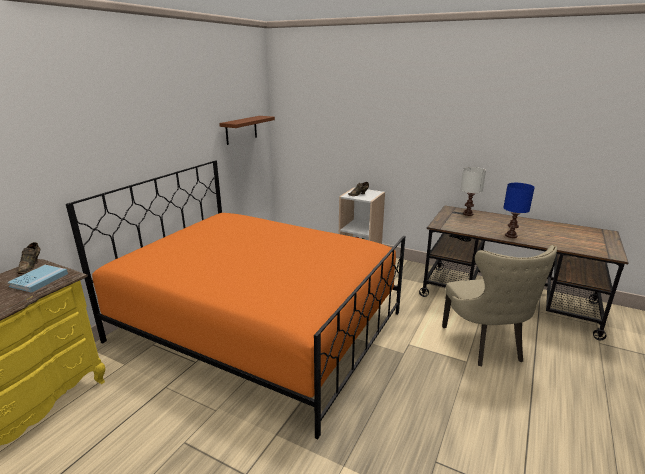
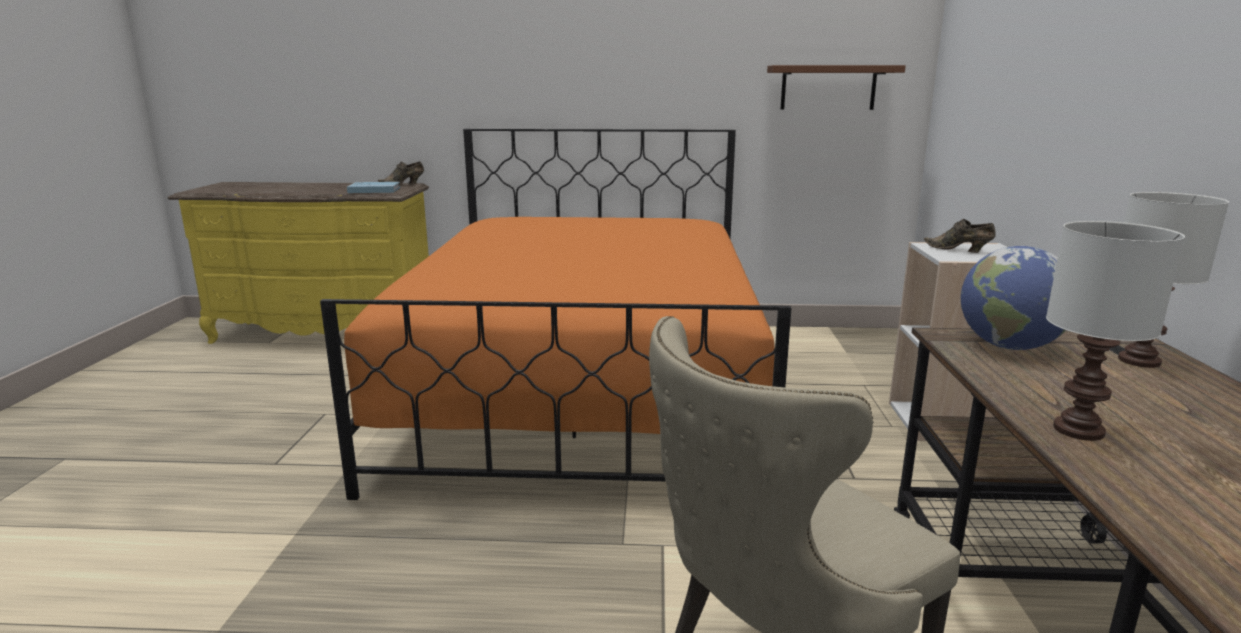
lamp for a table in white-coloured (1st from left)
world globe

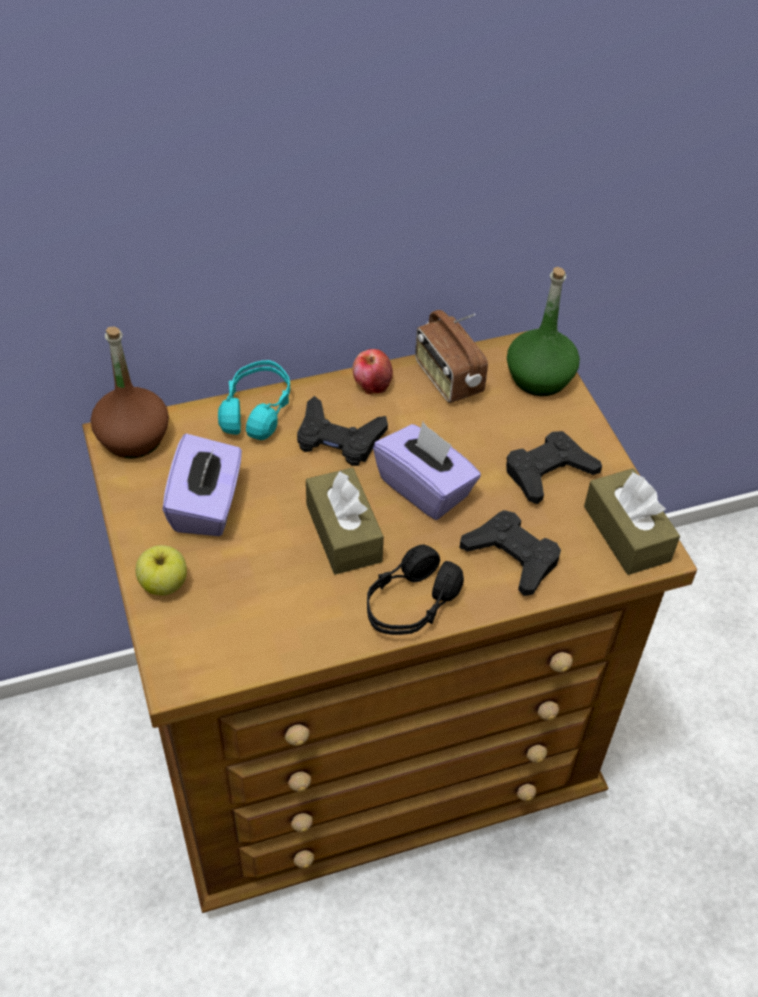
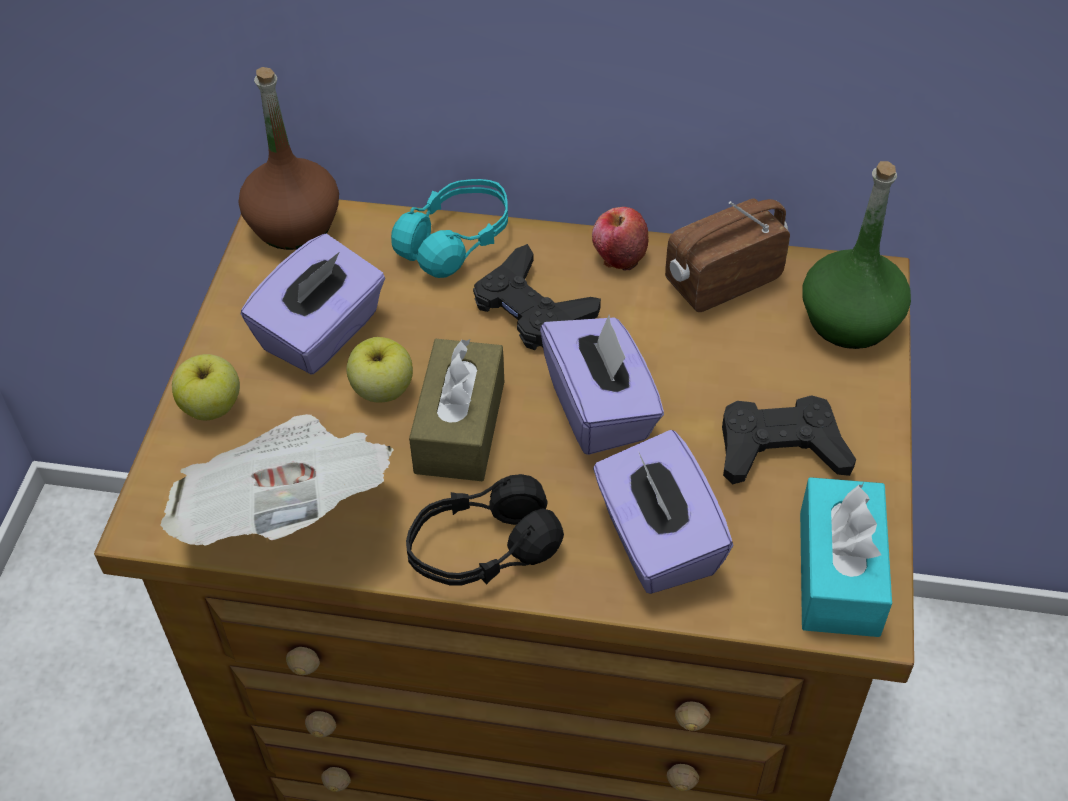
radio receiver
tissue box in purple (3rd from left)
tissue box in blue-green
newspaper
apple fruit (2nd from left)

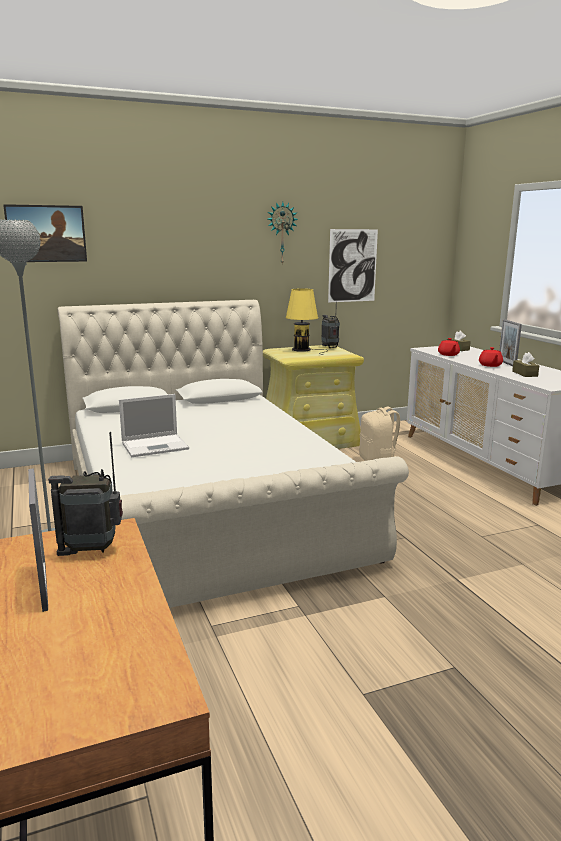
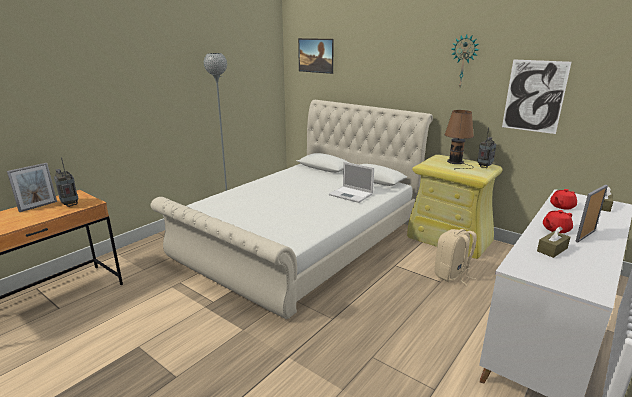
notebook computer
lamp for a table in brown-coloured

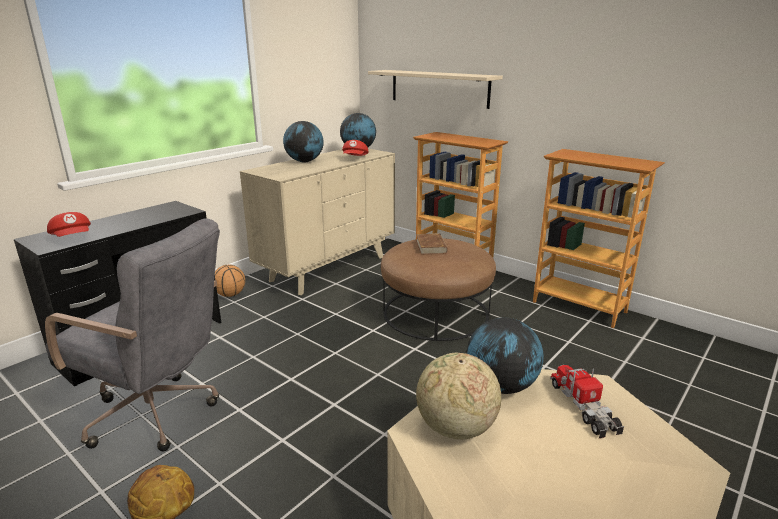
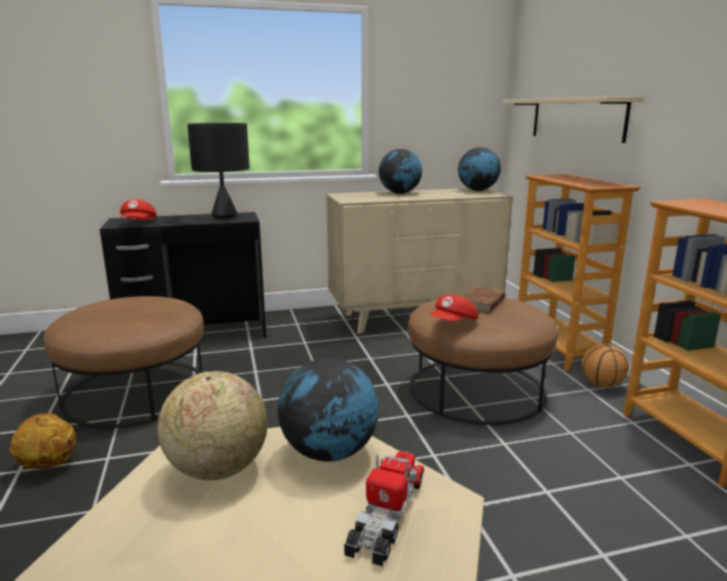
pouffe in brown-coloured (1st from left)
ball for basketball (2nd from left)
cap in red-coloured (2nd from left)
lamp for a table in blackish

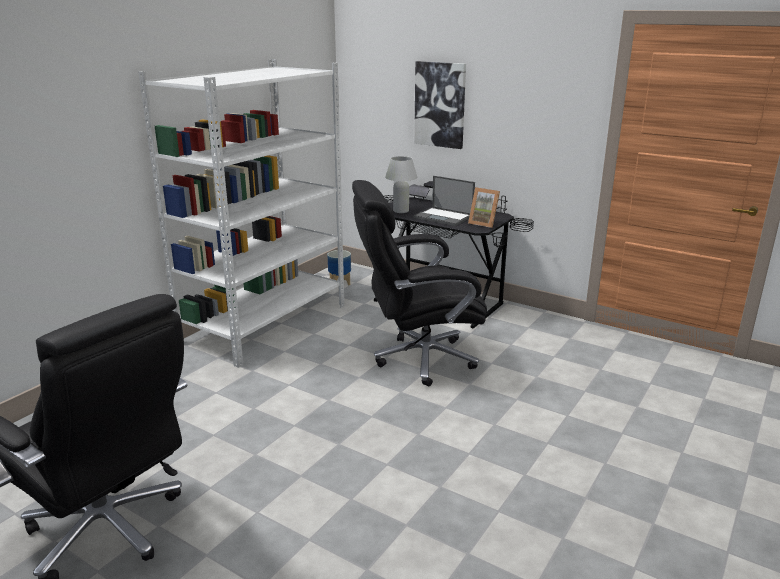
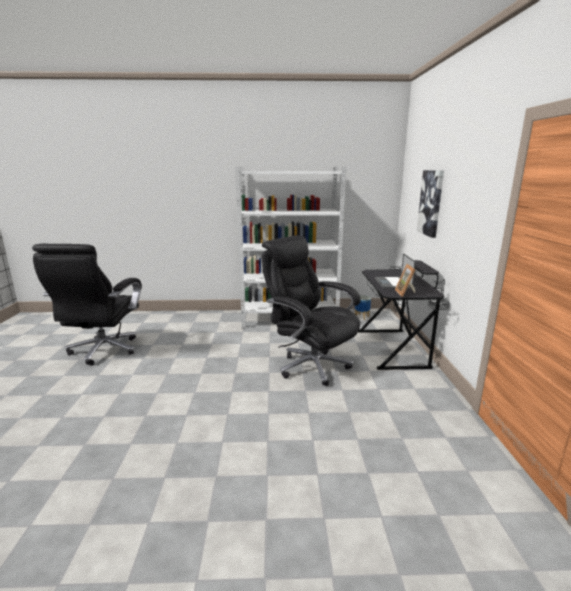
lamp for a table in white-coloured

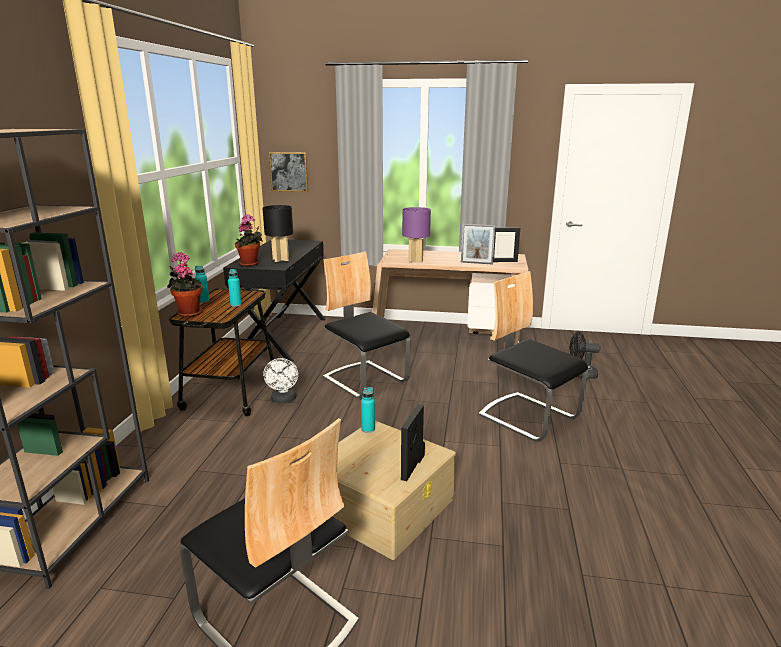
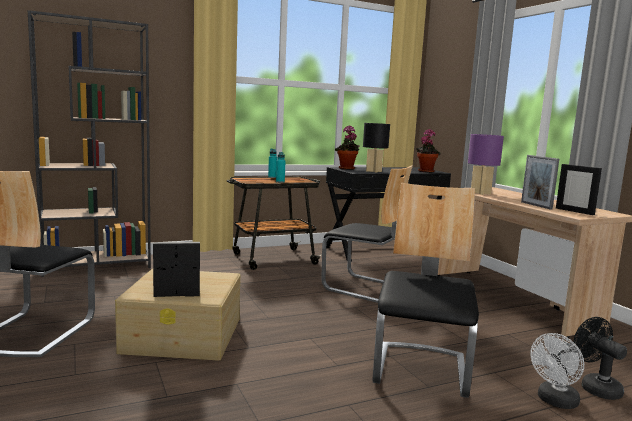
houseplant (2nd from left)
cooling fan in white-coloured
wall art
upright chair (2nd from left)
drink bottle in blue-green (3rd from left in the first image)

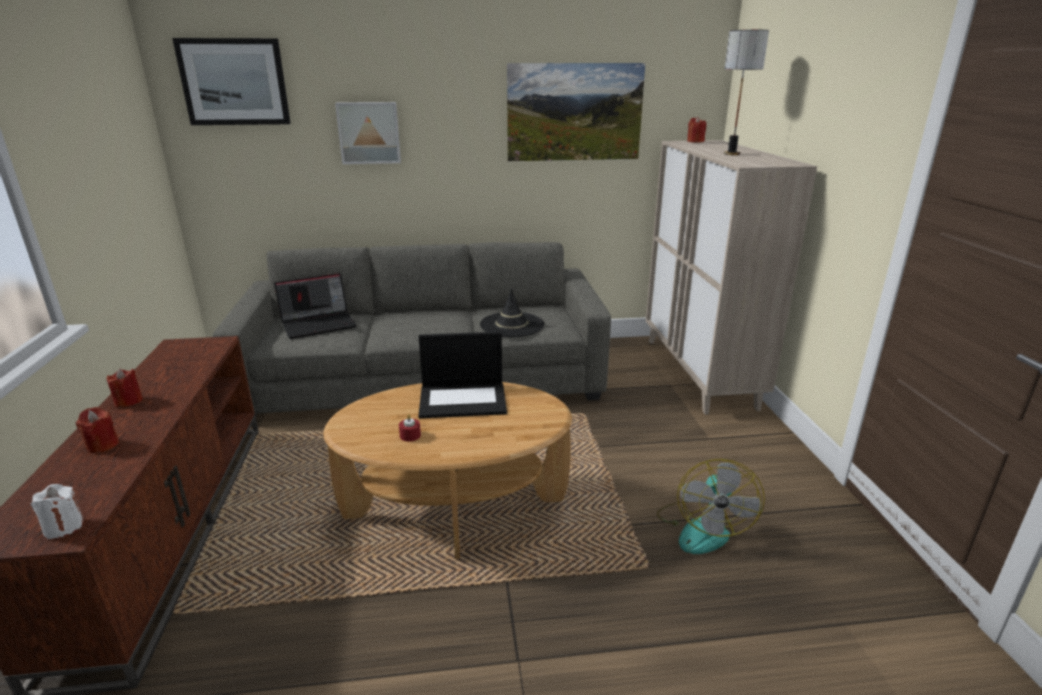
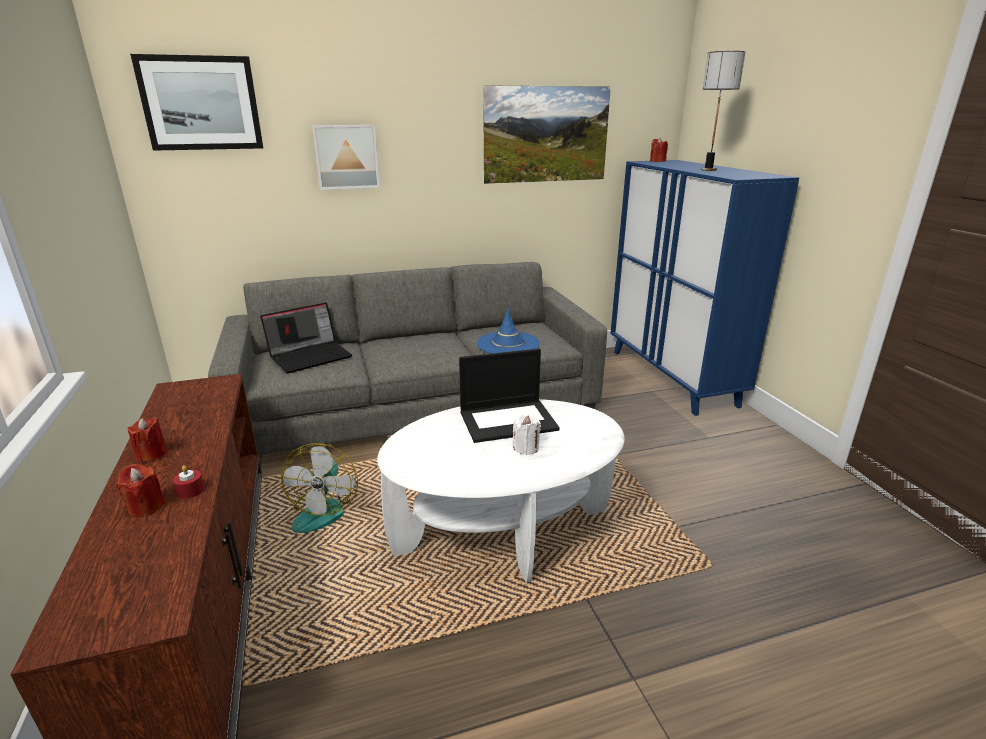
candle in white-coloured
coffee table in white-coloured
candle in red-coloured (3rd from left)
wearable hat in bluish
cabinet in bluish
cooling fan

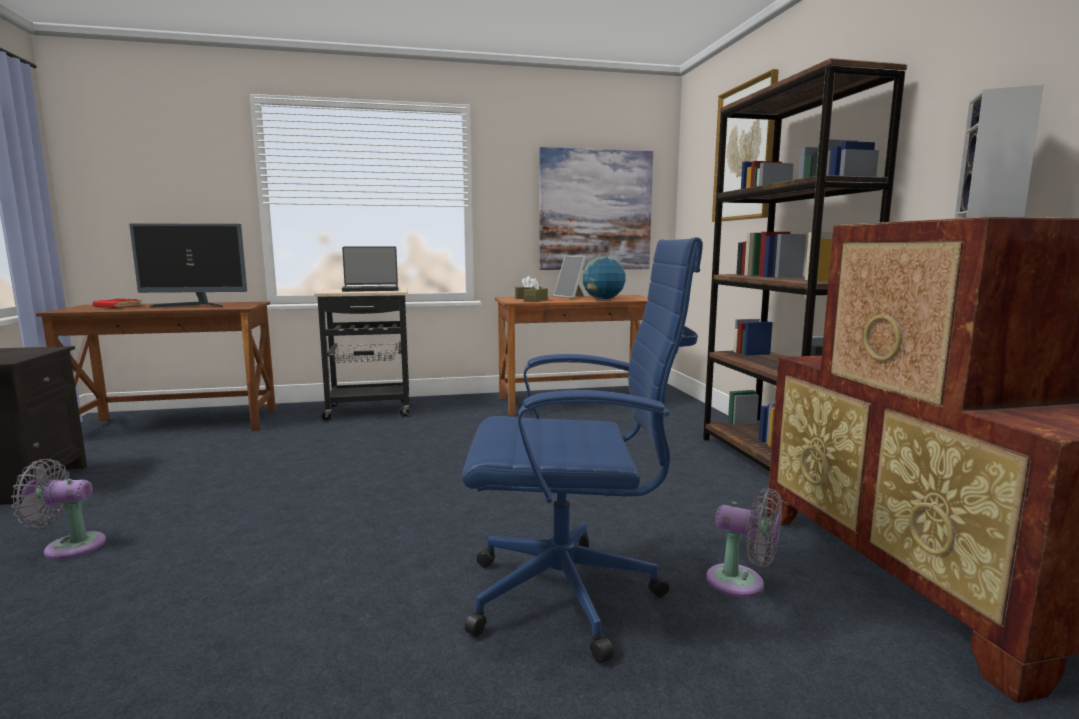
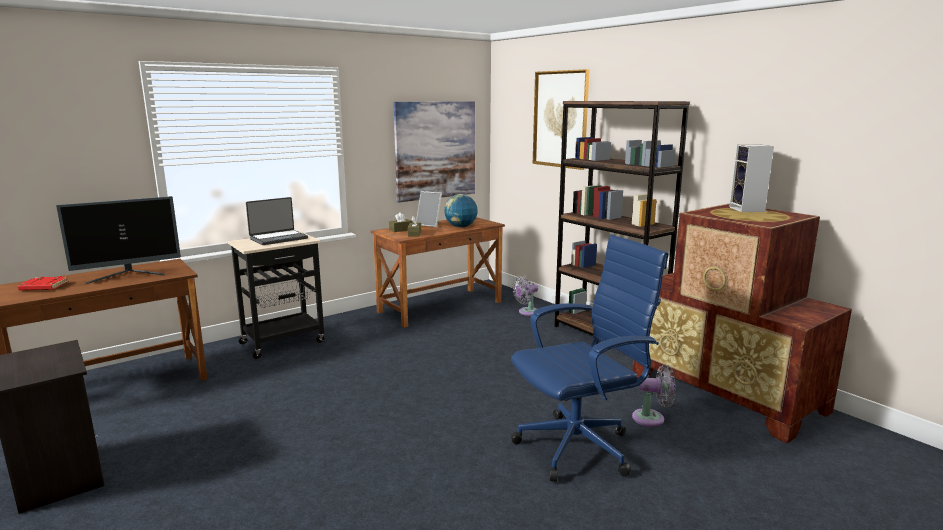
cooling fan in greyish (1st from left)

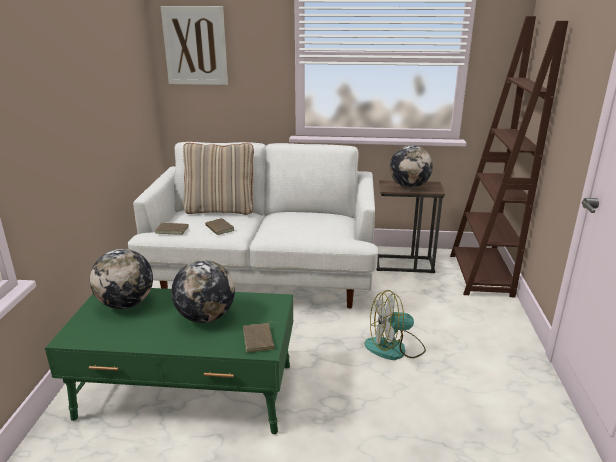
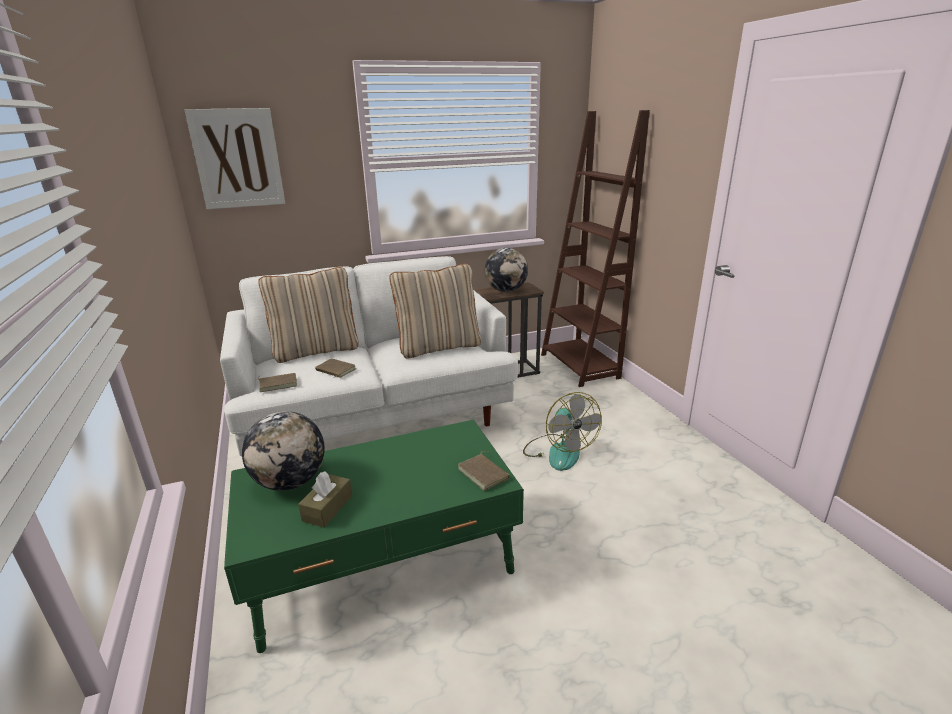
world globe (2nd from left in the first image)
cooling fan
tissue box in brown-coloured
pillow in sand-coloured (2nd from left)

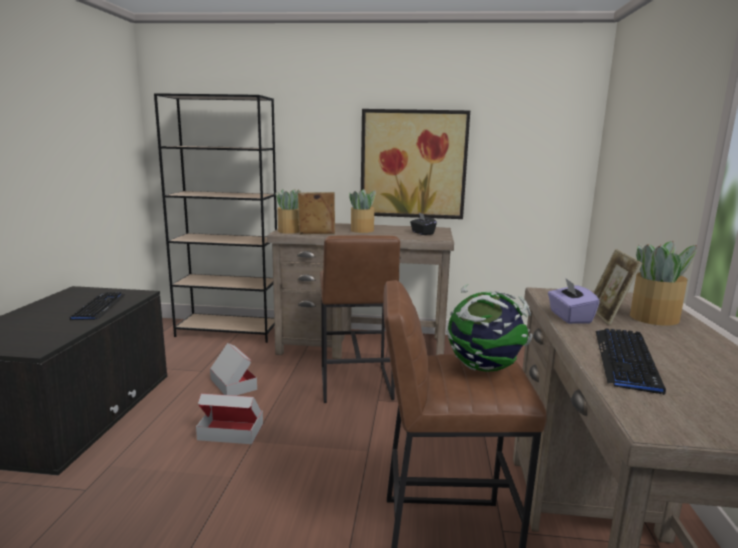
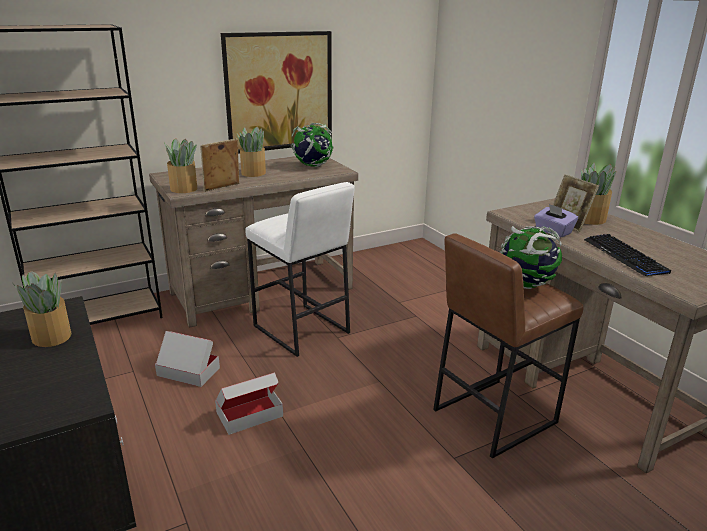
houseplant (1st from left)
sitting stool in white-coloured
world globe (1st from left)

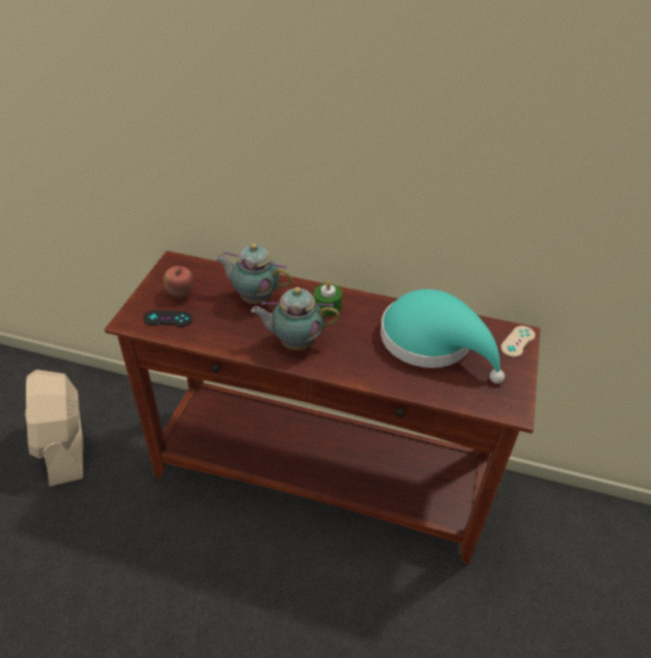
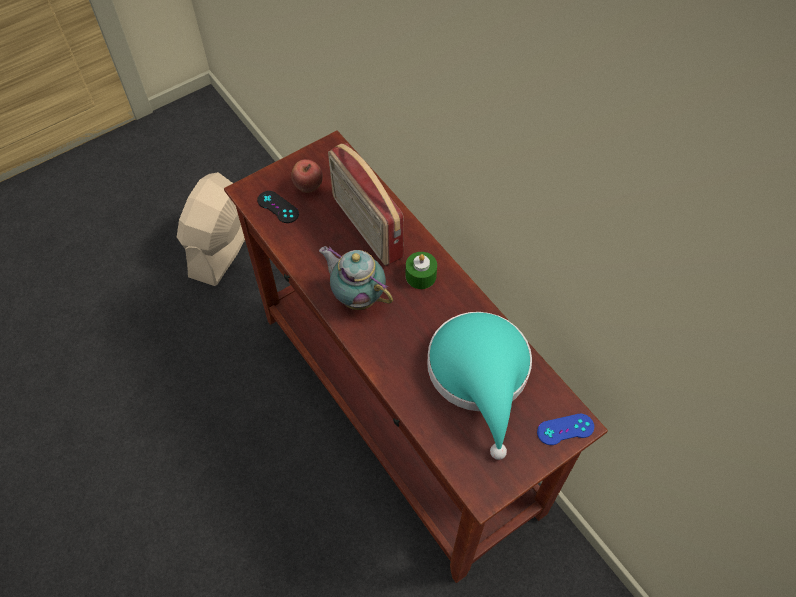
radio receiver
gamepad in bluish

